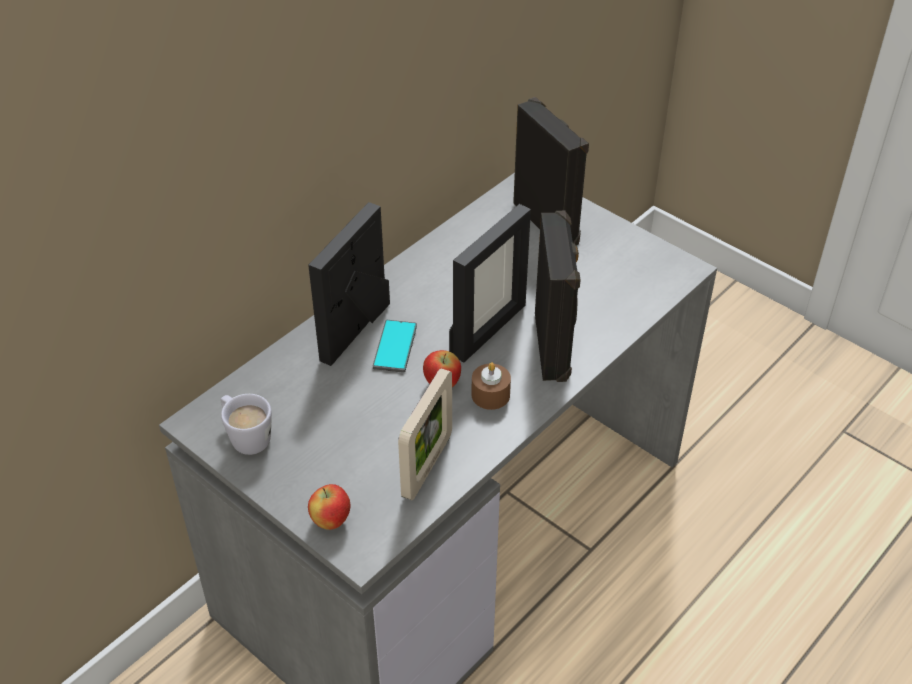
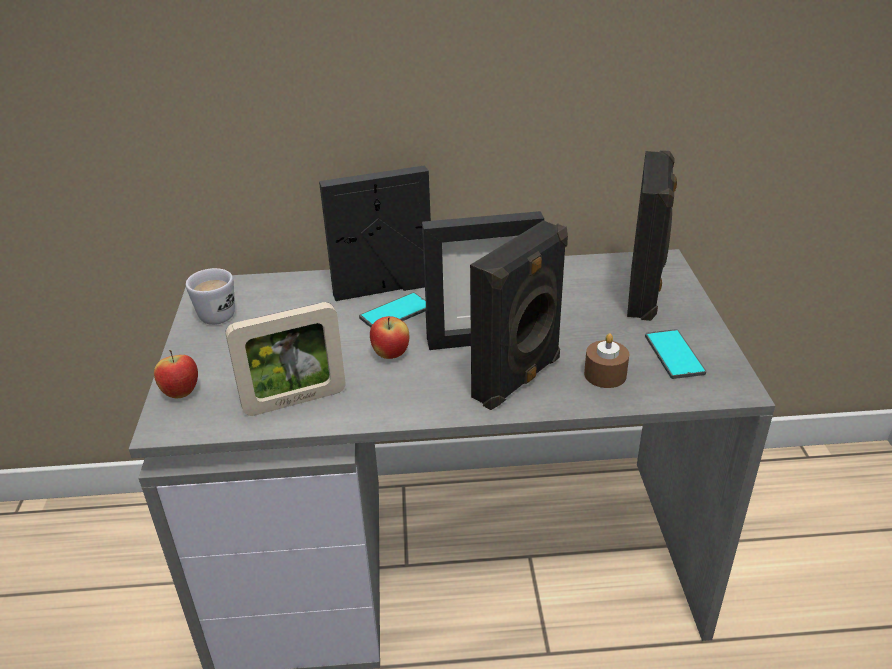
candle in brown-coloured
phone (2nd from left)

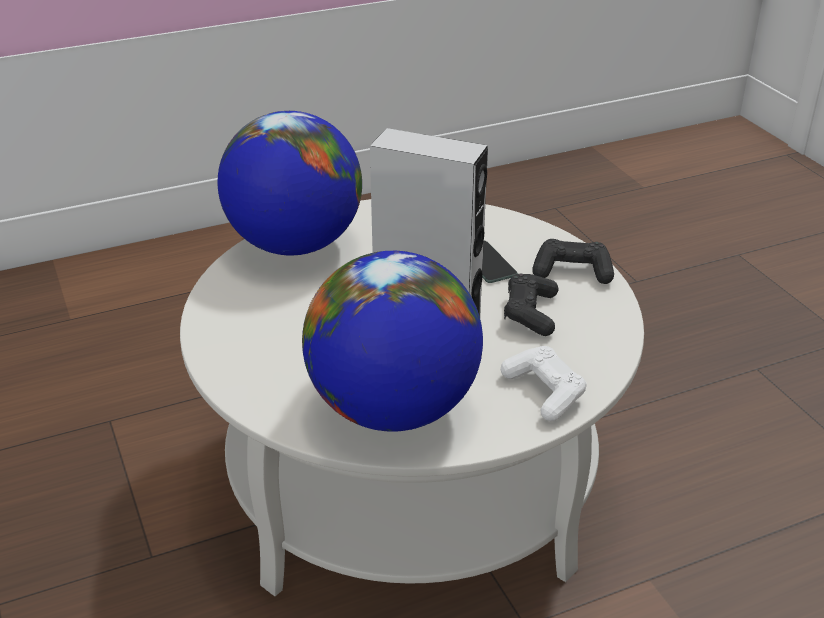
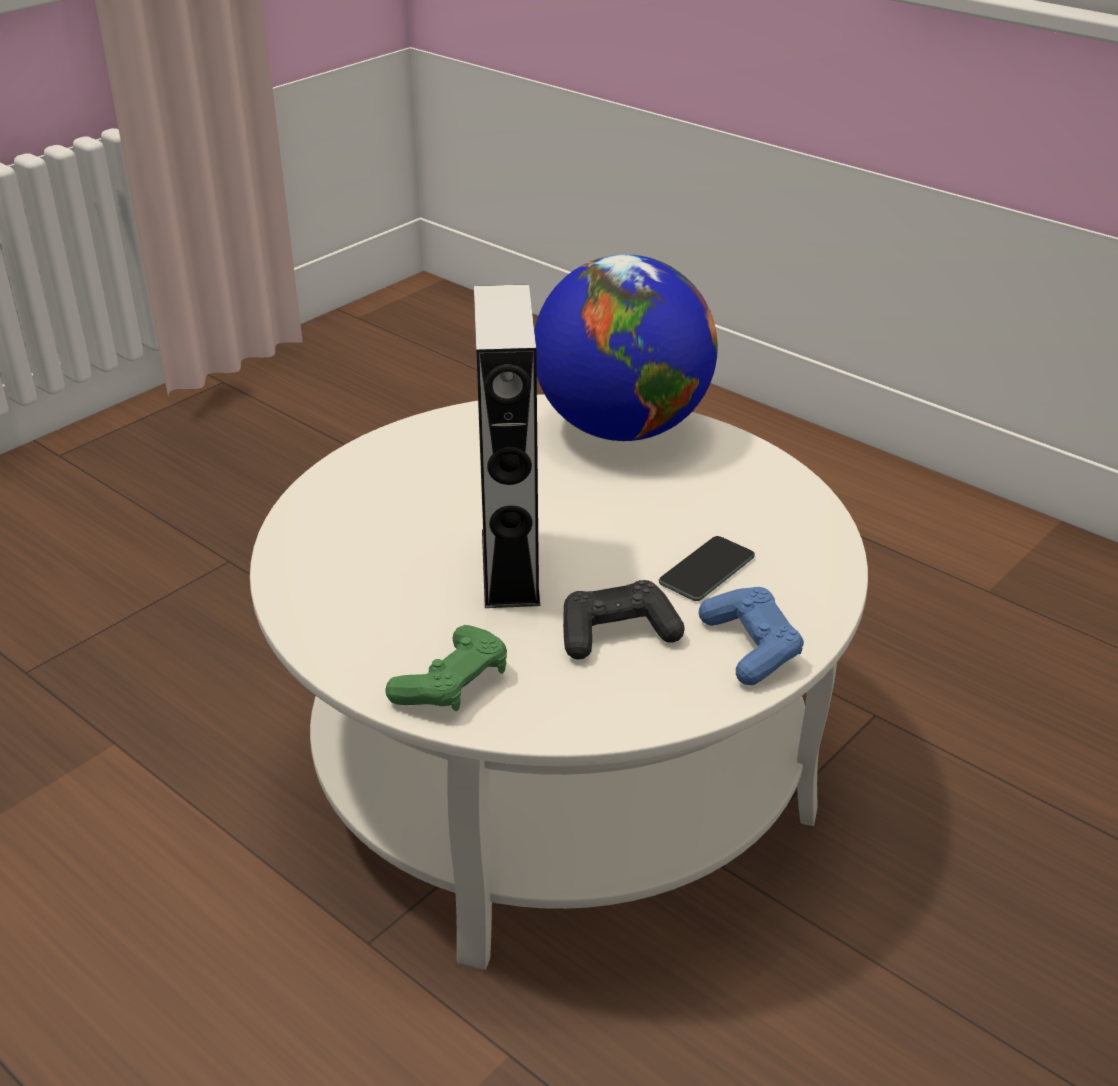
world globe (2nd from left in the first image)
gamepad in green-coloured
gamepad in bluish

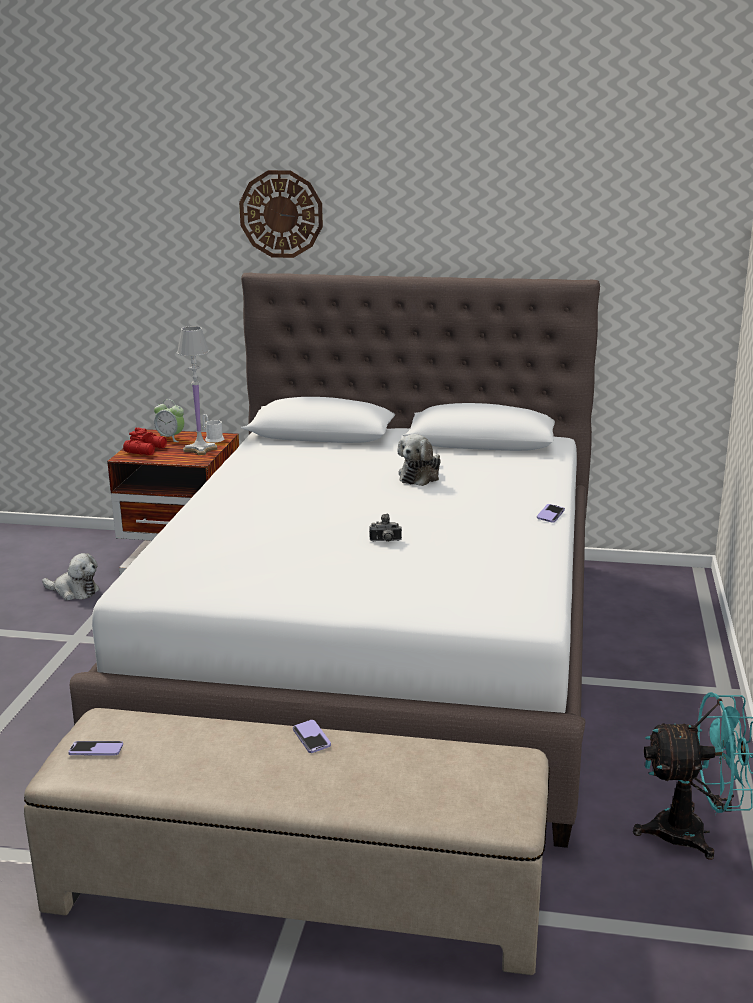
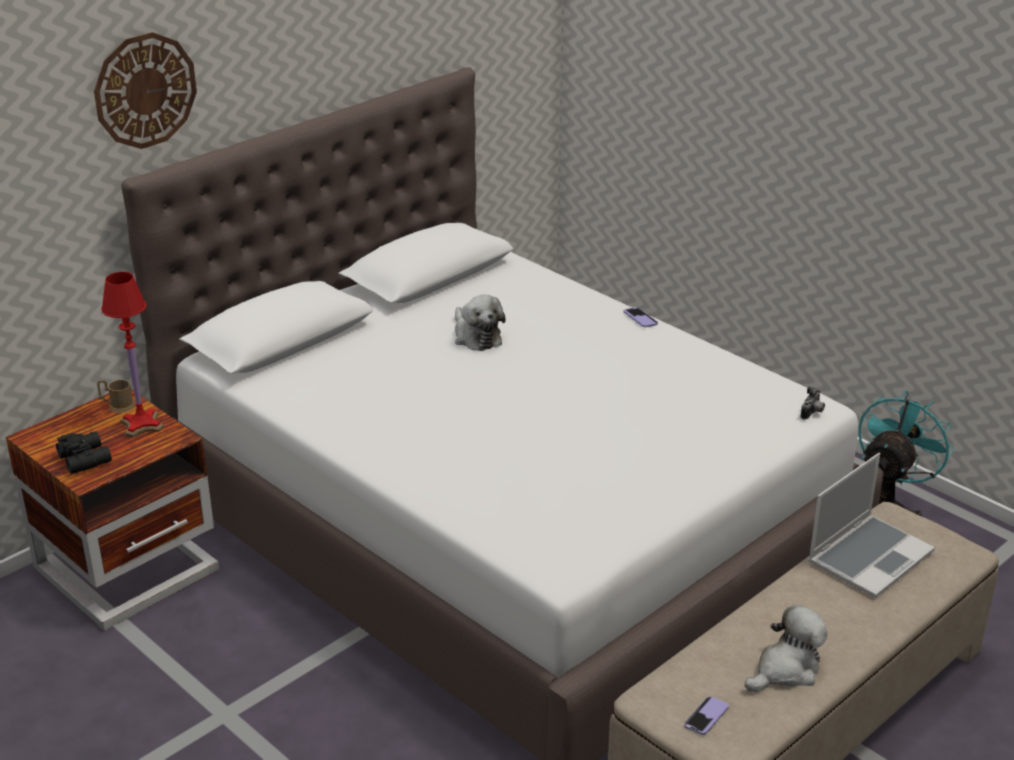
soft toy (2nd from left)
pair of binoculars in blackish
table clock
lamp for a table in red-coloured
coffee mug in brown-coloured
phone (2nd from left in the first image)
photo camera
notebook computer

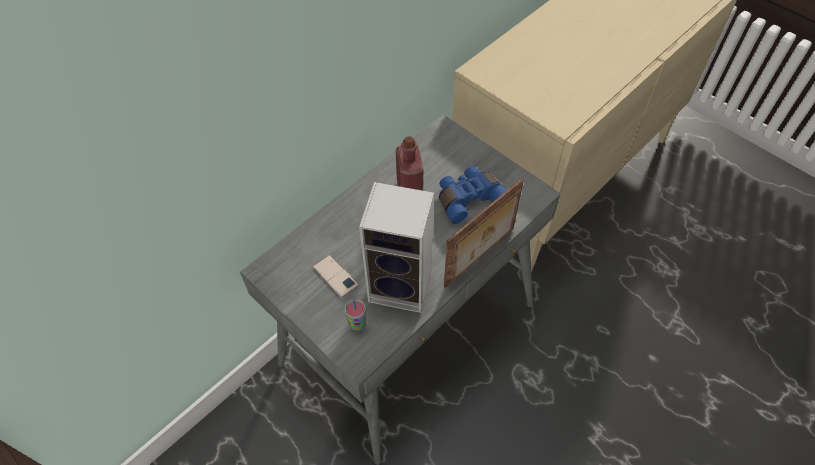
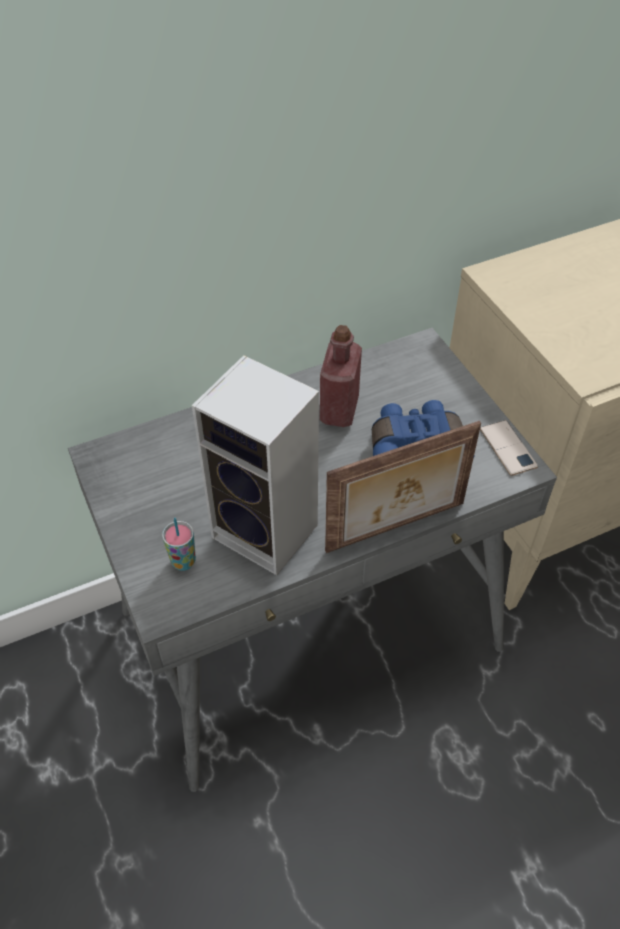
phone

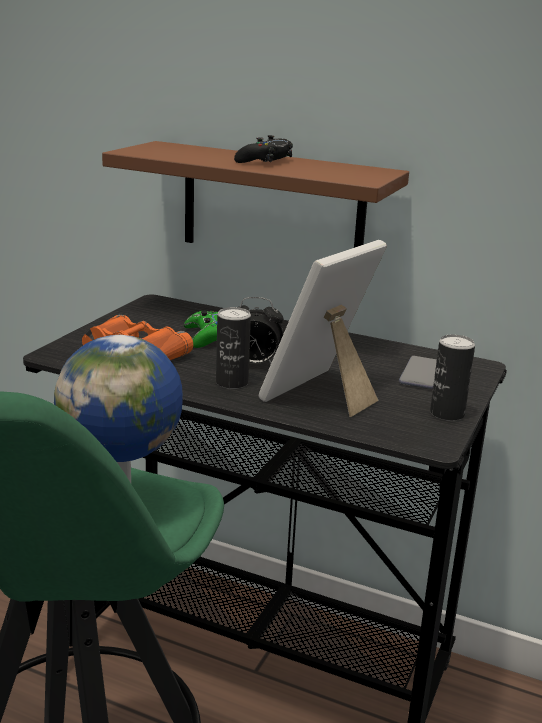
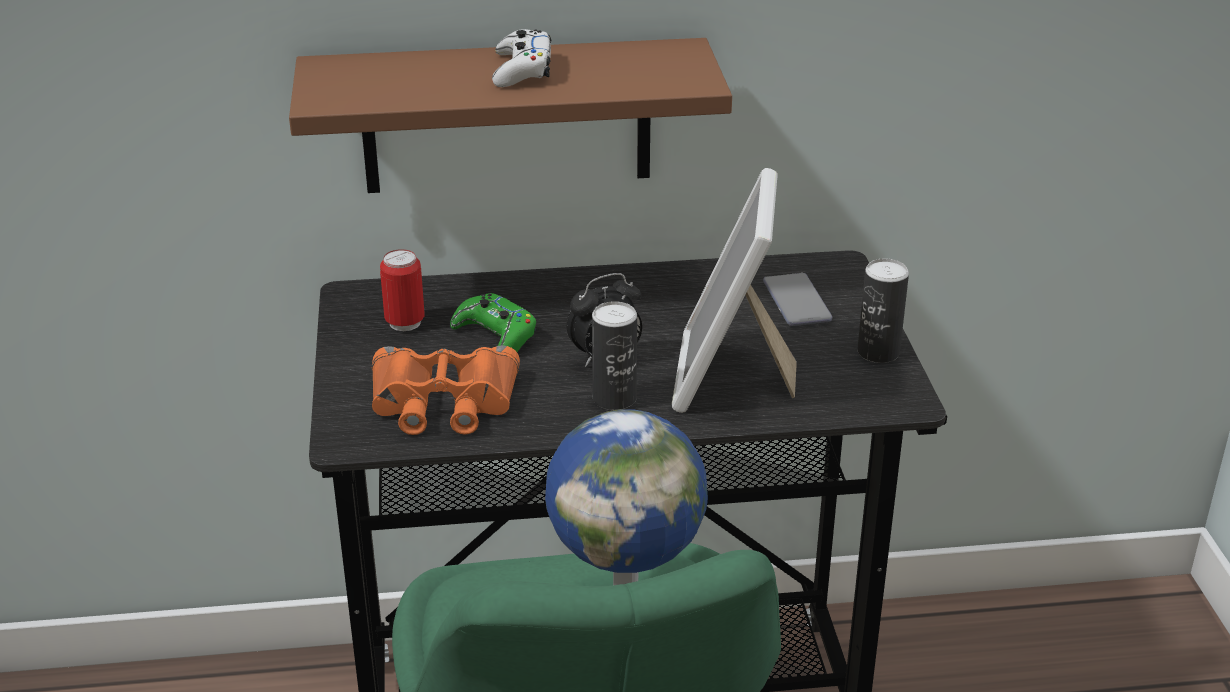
gamepad in white-coloured
can (1st from left)

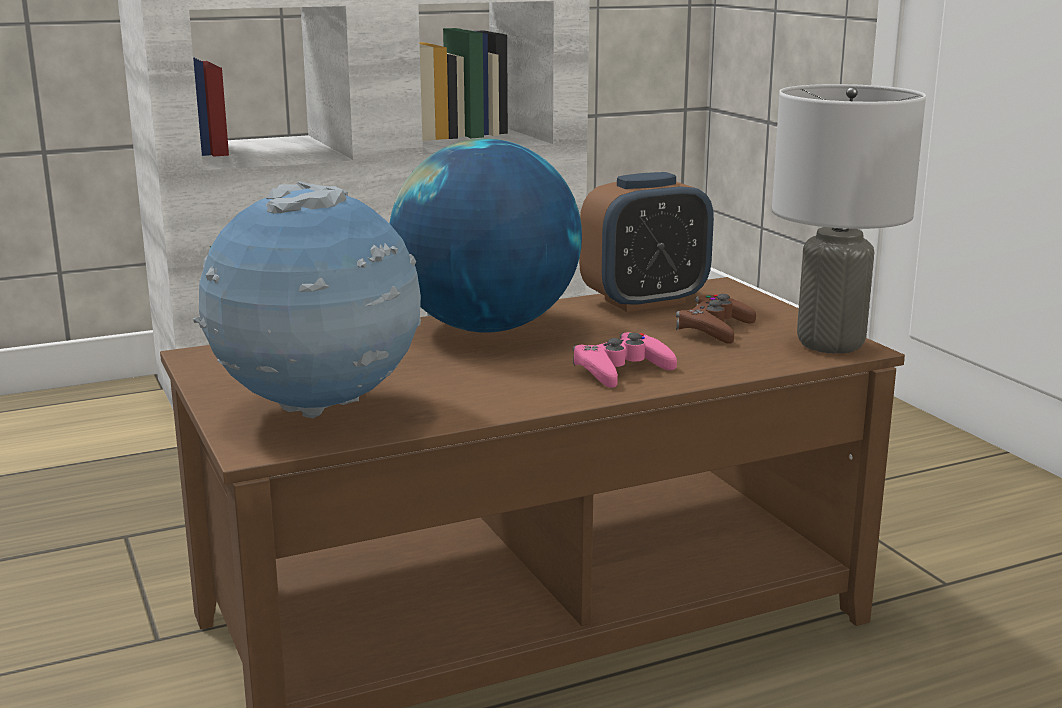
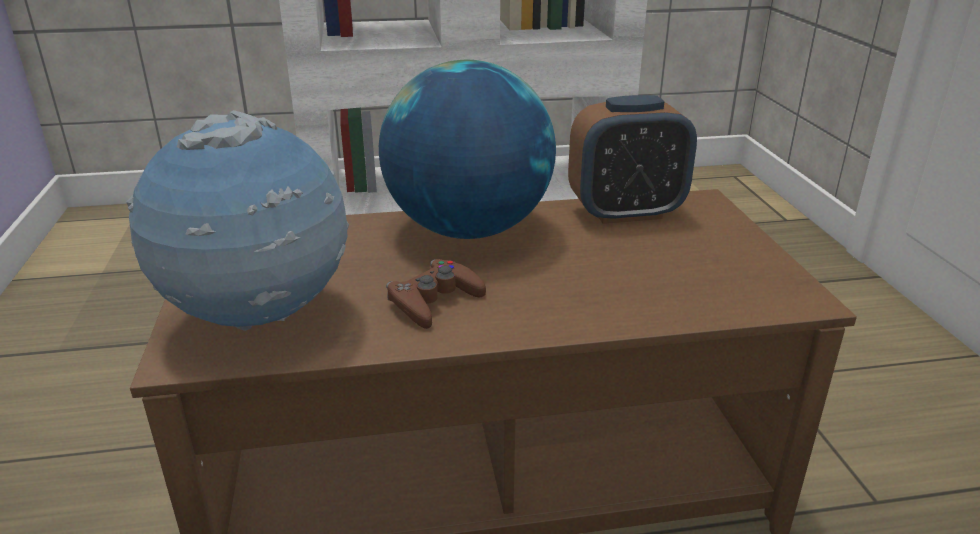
gamepad in pinkish
gamepad in brown-coloured
lamp for a table in white-coloured

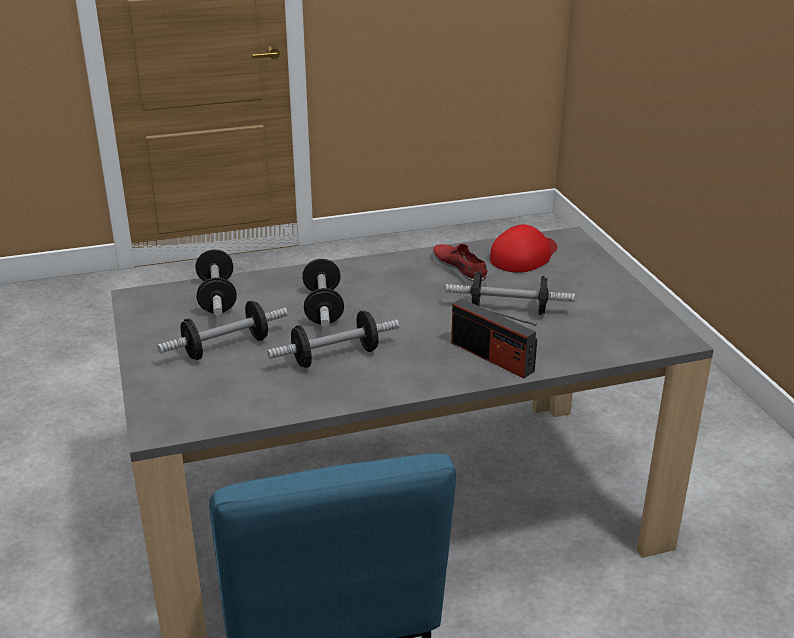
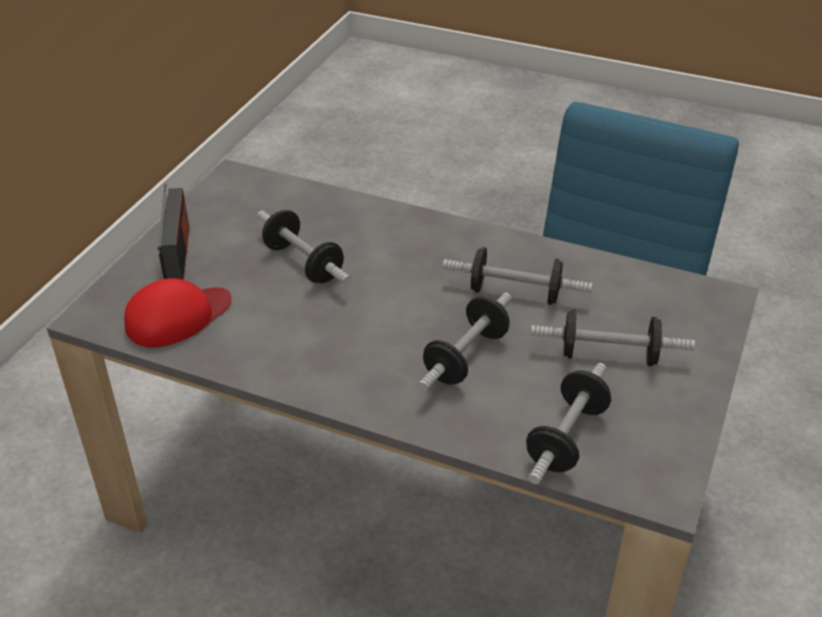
low shoe in red-coloured
radio receiver
cap in red-coloured

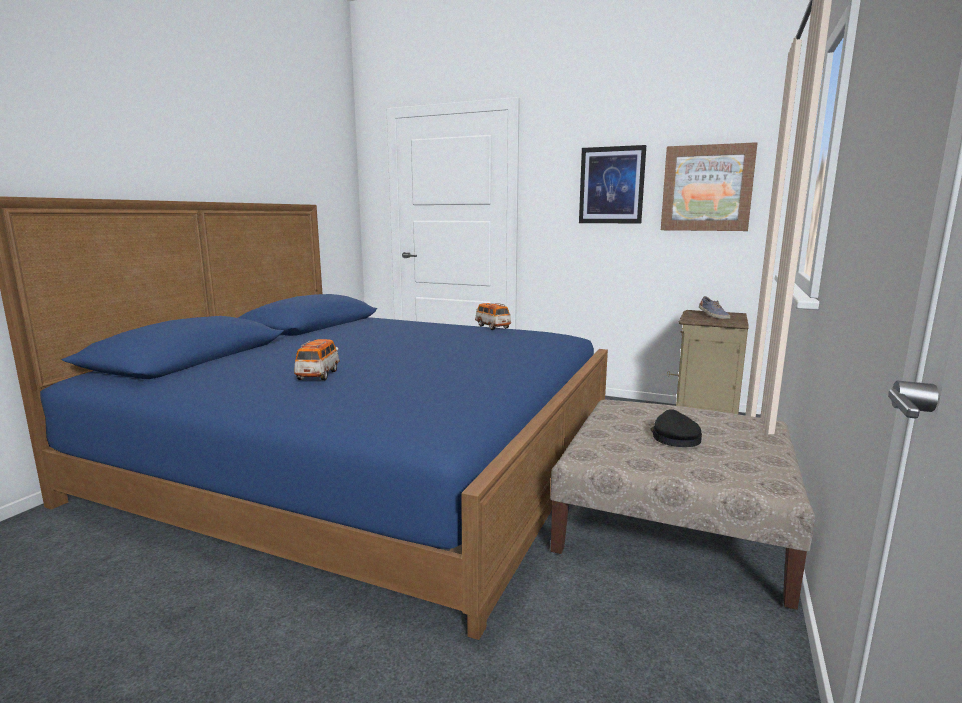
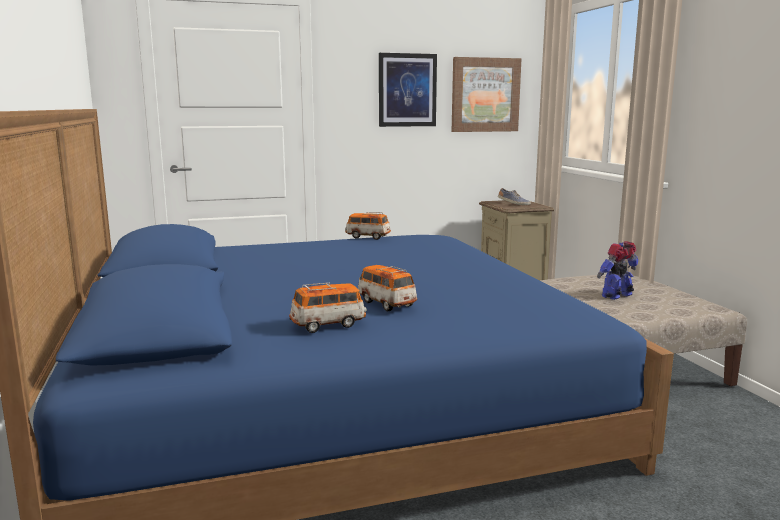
robot figure
miniature car (1st from left)

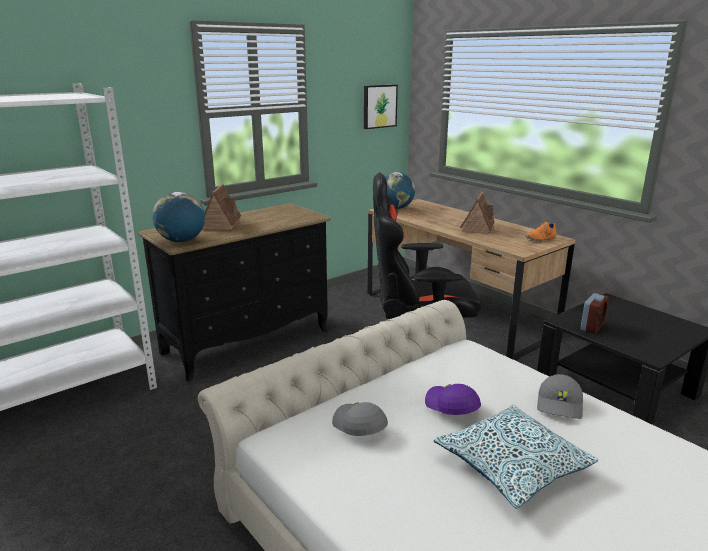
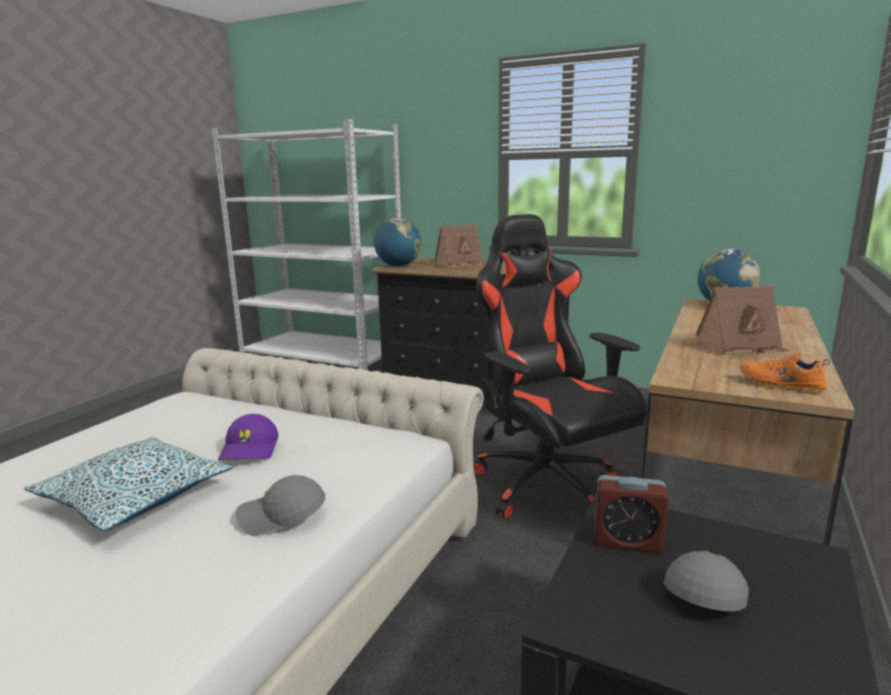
cap in greyish (2nd from left)
wall art
cap in purple

